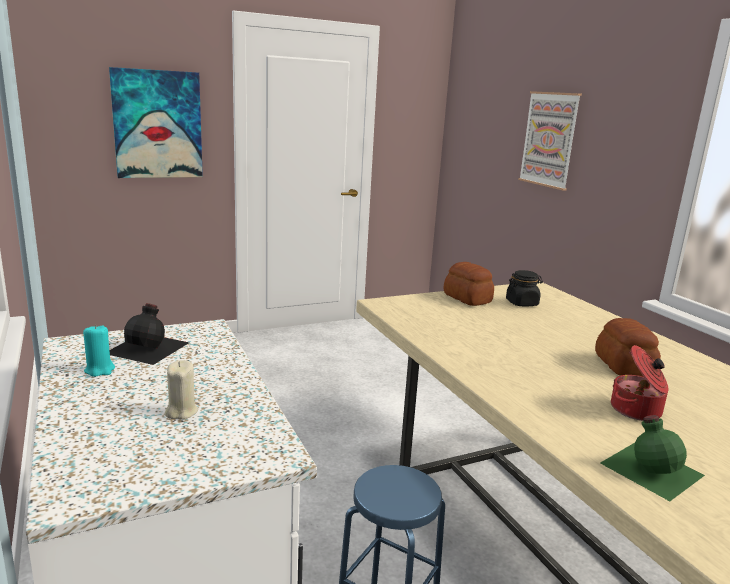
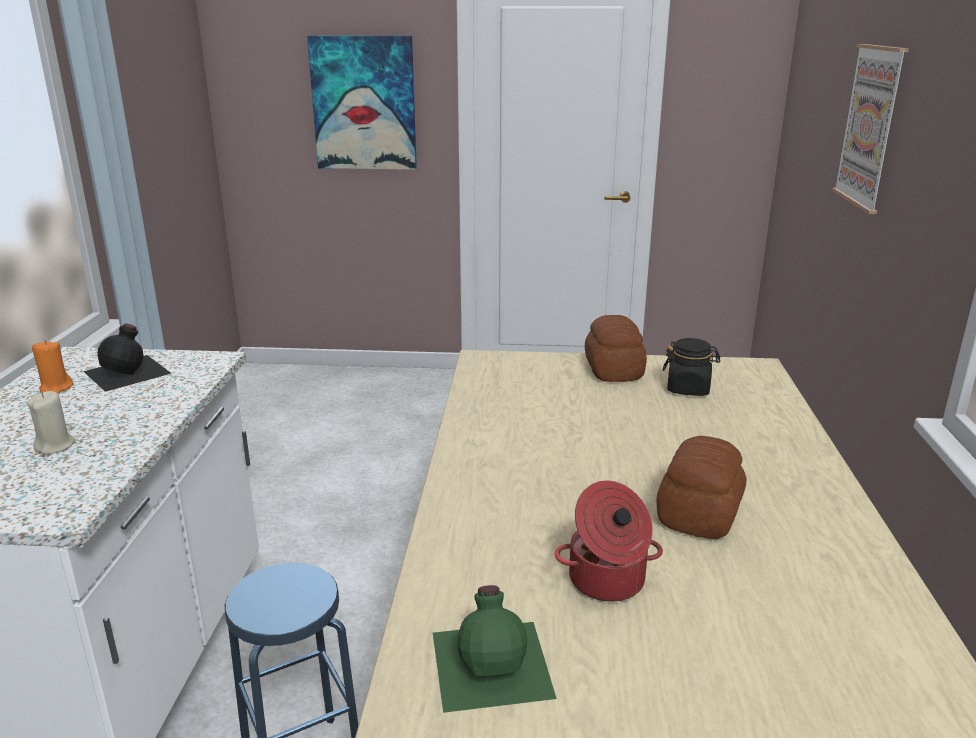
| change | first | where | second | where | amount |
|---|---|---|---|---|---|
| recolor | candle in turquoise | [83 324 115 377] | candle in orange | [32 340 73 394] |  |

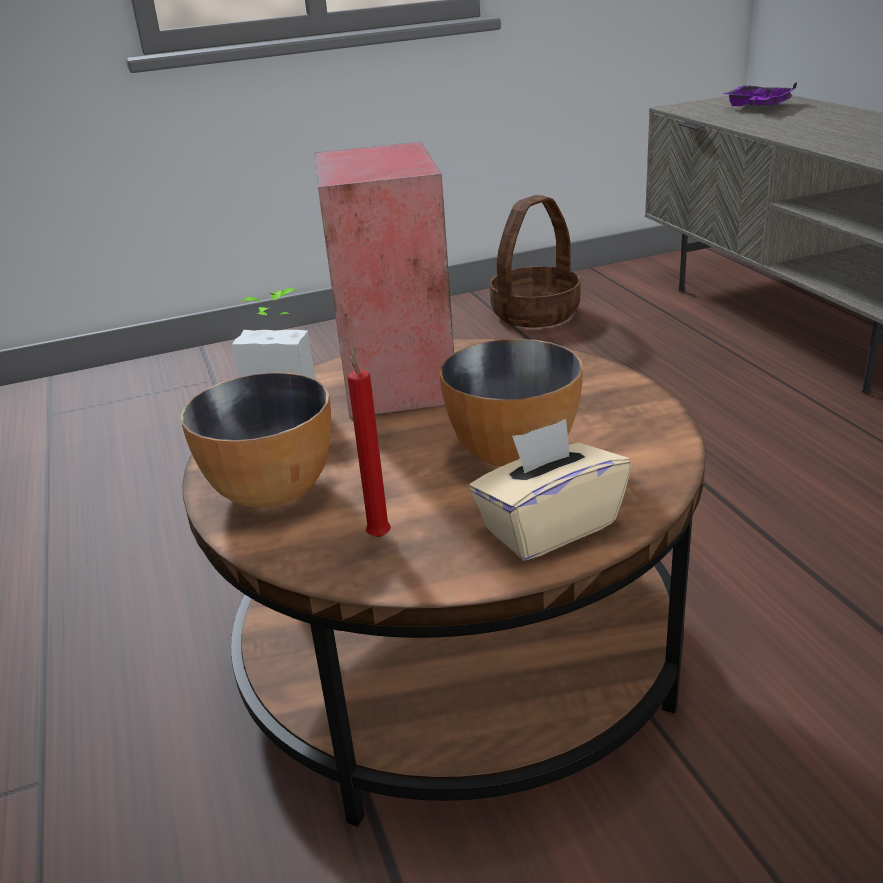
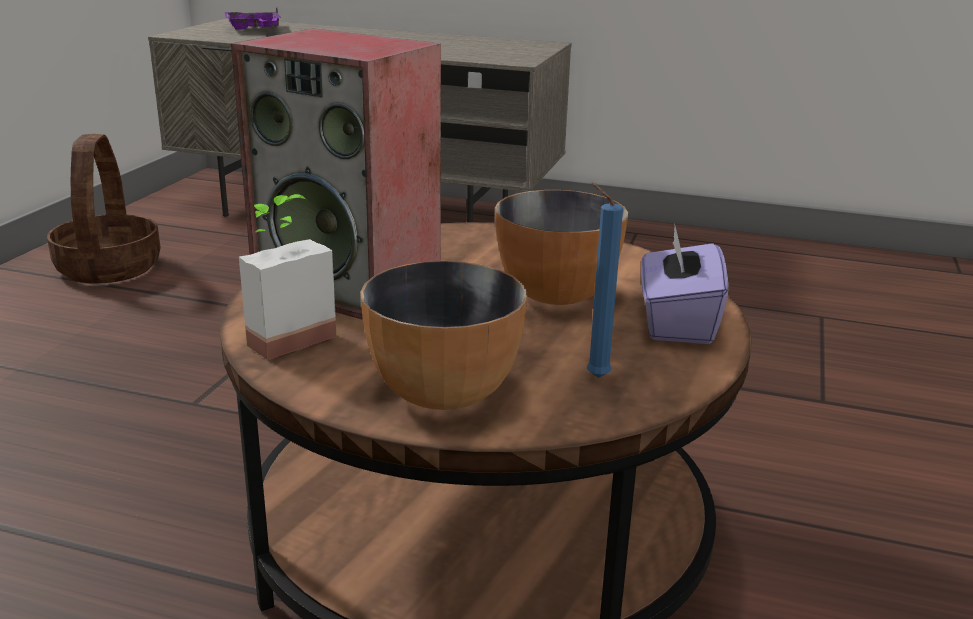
| change | first | where | second | where | amount |
|---|---|---|---|---|---|
| recolor | candle in red | [348 346 391 538] | candle in blue | [587 183 623 378] |  |
| recolor | tissue box in beige | [469 419 631 561] | tissue box in purple | [641 225 728 344] |  |

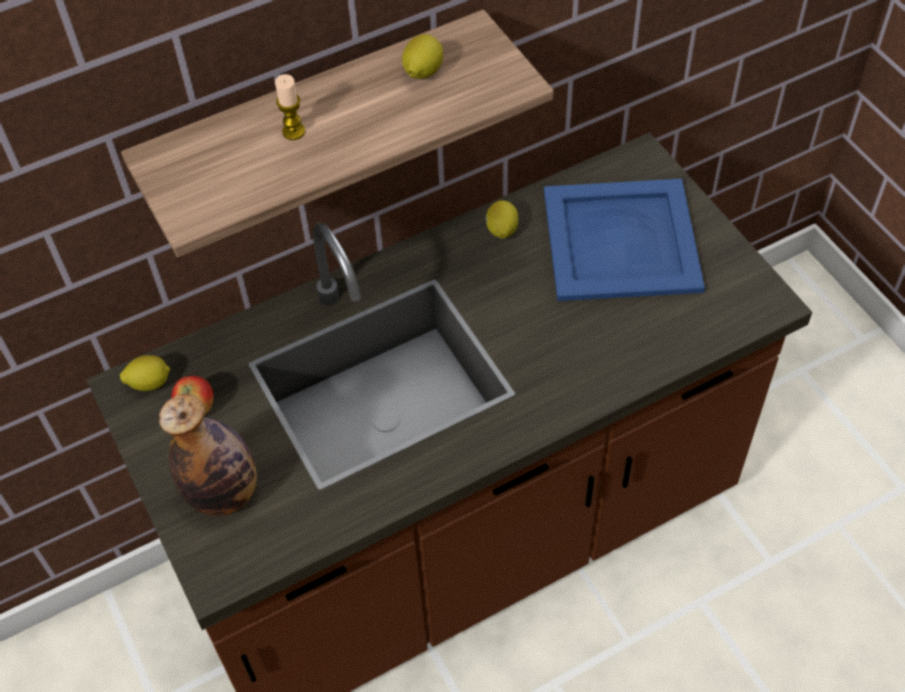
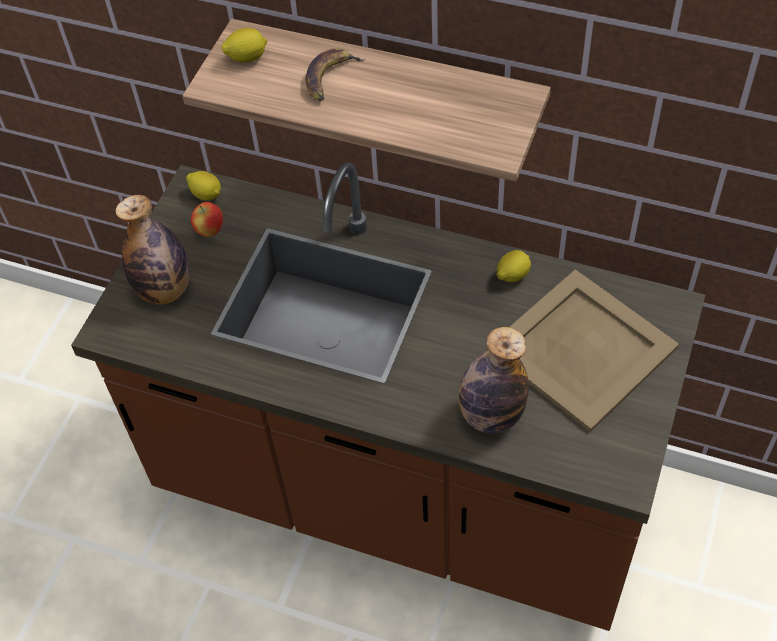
| change | first | where | second | where | amount |
|---|---|---|---|---|---|
| replace | candle | [275 74 305 140] | banana | [306 48 365 101] |  |
| move | lemon | [402 34 443 79] |  | [221 28 267 63] |  |
| recolor | tray in blue | [544 179 705 301] | tray in beige | [487 269 679 432] |  |
| insert |  |  | bottle | [459 327 529 433] |  |

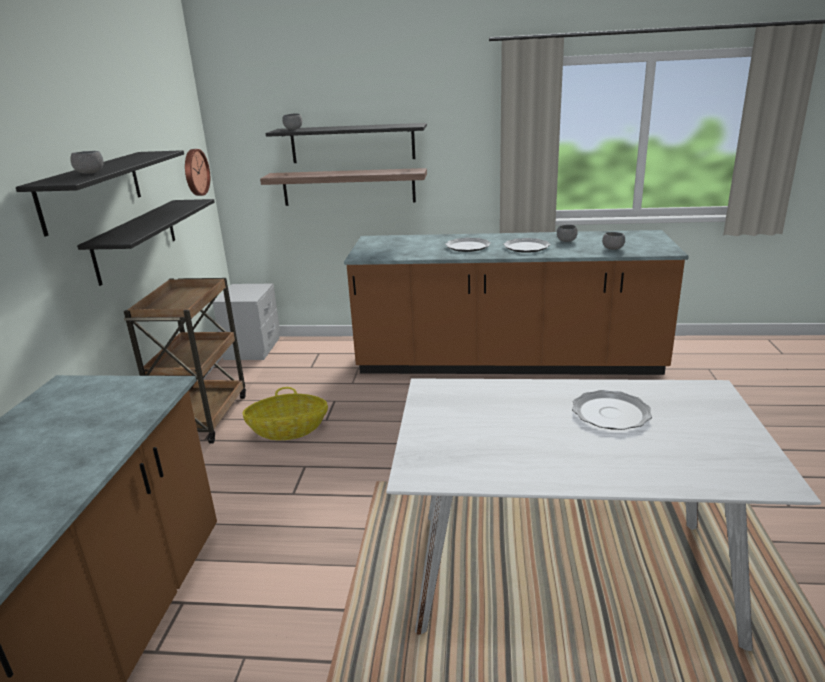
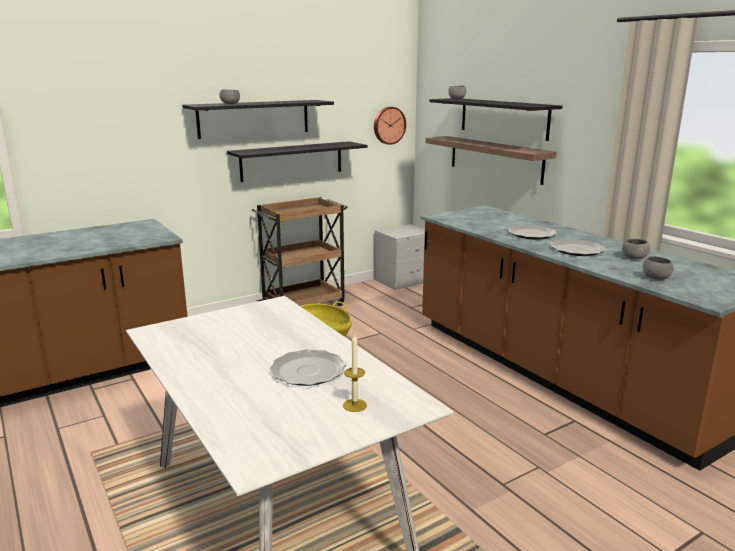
| change | first | where | second | where | amount |
|---|---|---|---|---|---|
| insert |  |  | candle | [343 334 367 412] |  |

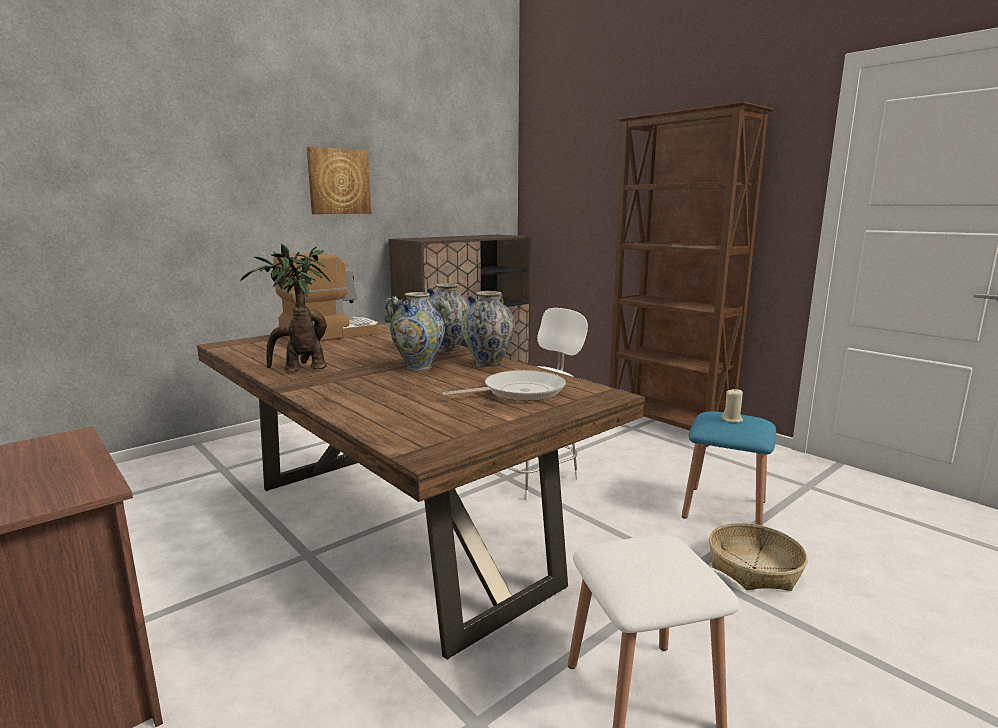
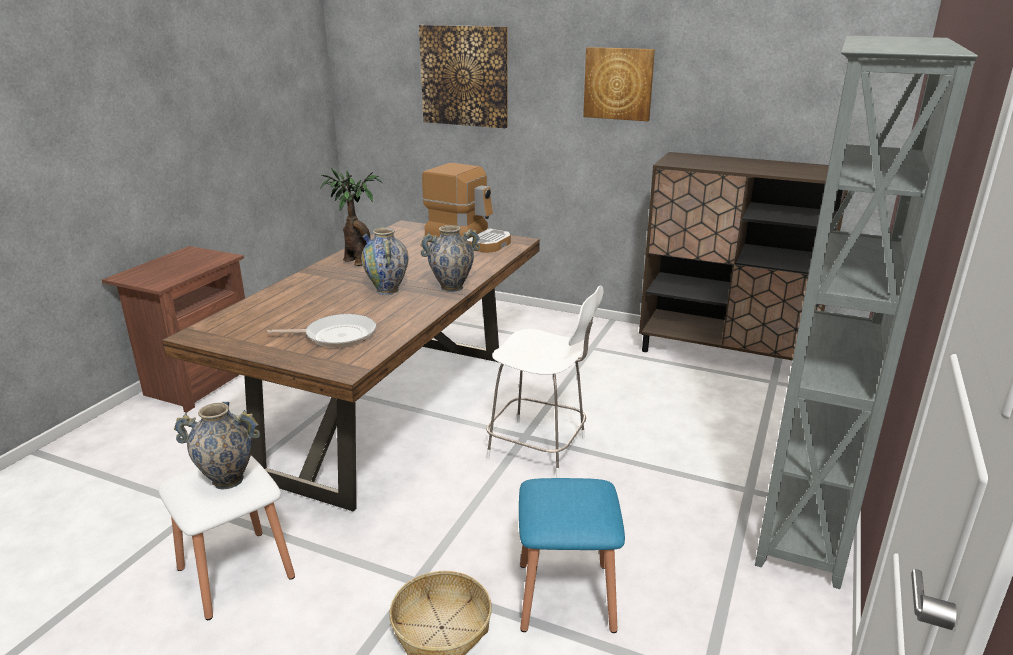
| change | first | where | second | where | amount |
|---|---|---|---|---|---|
| rotate | frying pan | [442 370 566 401] |  | [267 314 376 348] | 45 degrees counterclockwise |
| move | vase | [461 291 515 368] |  | [174 402 260 490] |  |
| recolor | bookcase in brown | [609 102 774 447] | bookcase in grey | [755 36 978 589] |  |
| delete | candle in beige | [721 388 743 423] |  |  |  |
| insert |  |  | picture | [419 25 508 128] |  |

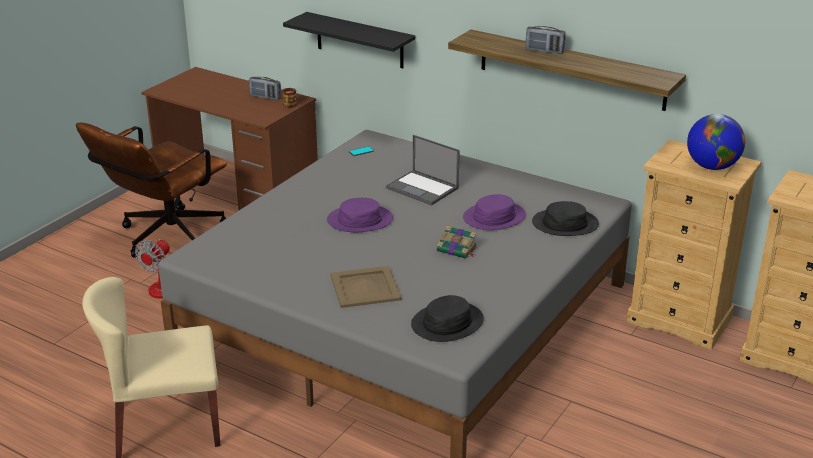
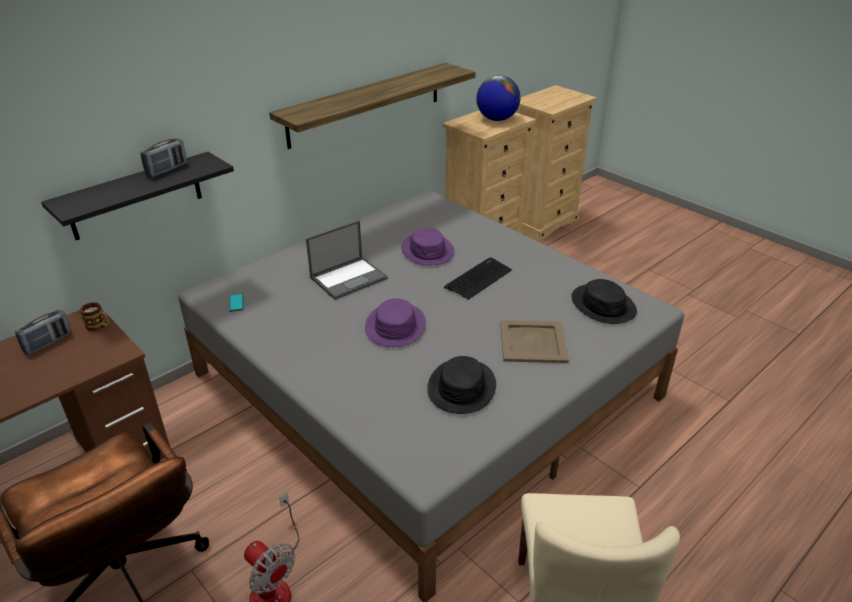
| change | first | where | second | where | amount |
|---|---|---|---|---|---|
| replace | book | [437 226 477 259] | keyboard | [444 257 512 300] |  |
| move | radio | [525 26 566 54] |  | [140 138 187 177] |  |
| move | hat in black | [532 201 599 236] |  | [427 356 496 414] |  |

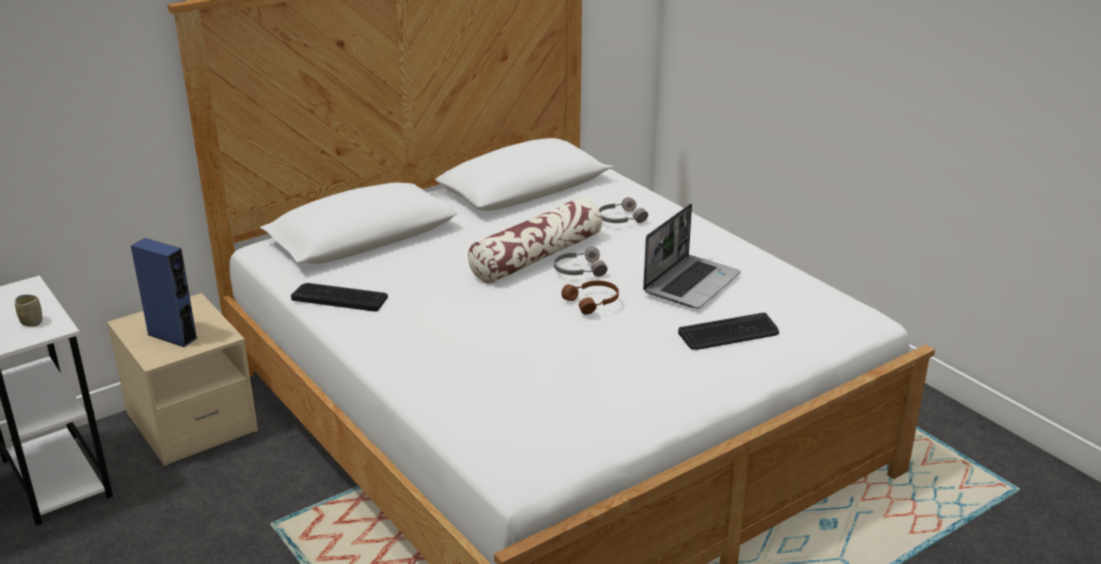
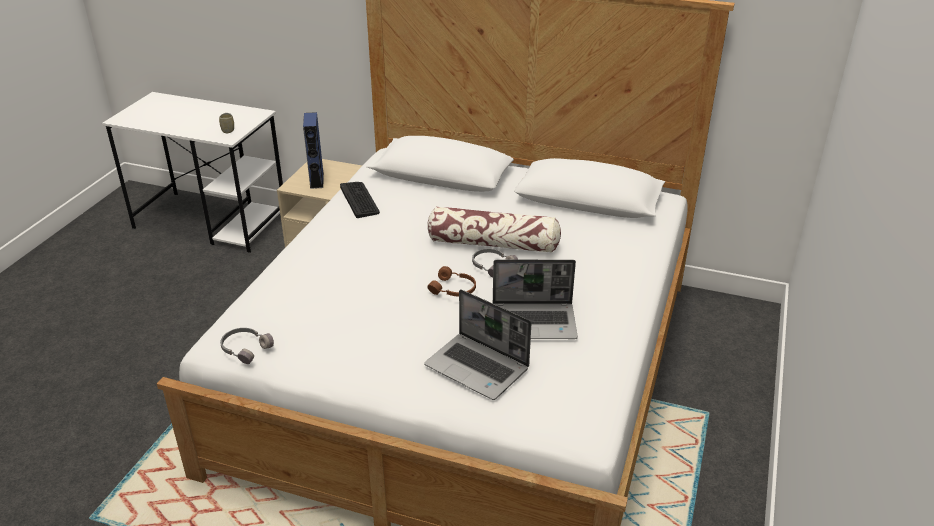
| change | first | where | second | where | amount |
|---|---|---|---|---|---|
| move | headphones in grey | [598 197 648 223] |  | [220 328 274 364] |  |
| replace | keyboard | [678 313 779 350] | laptop | [424 289 531 400] |  |

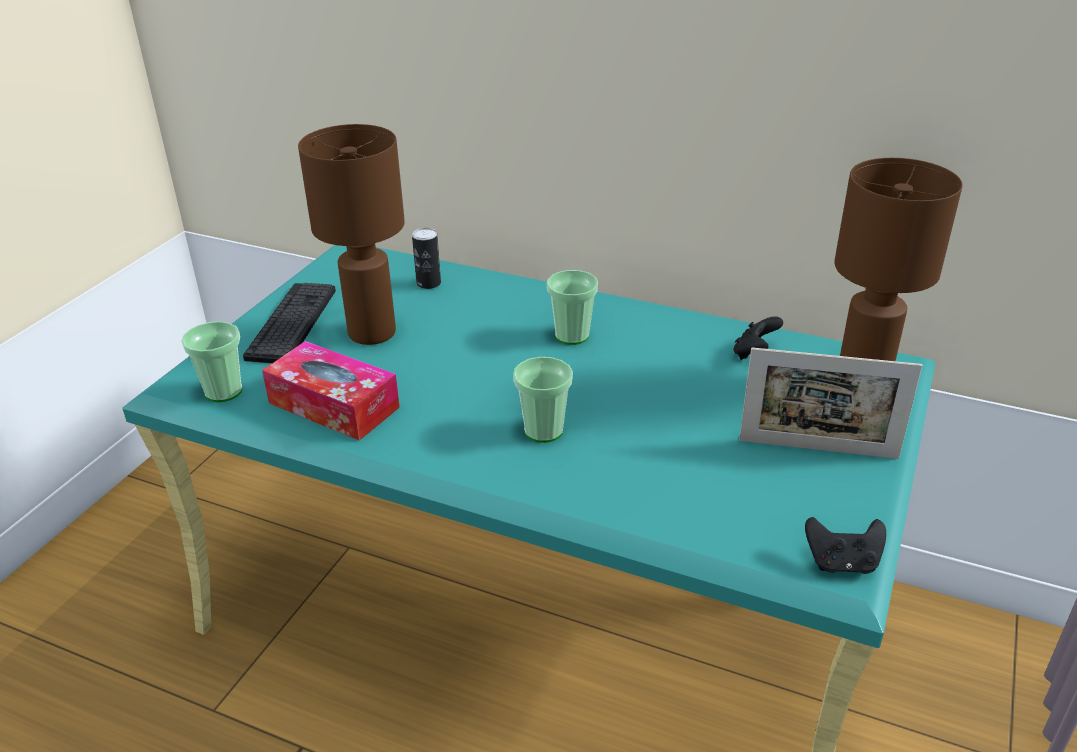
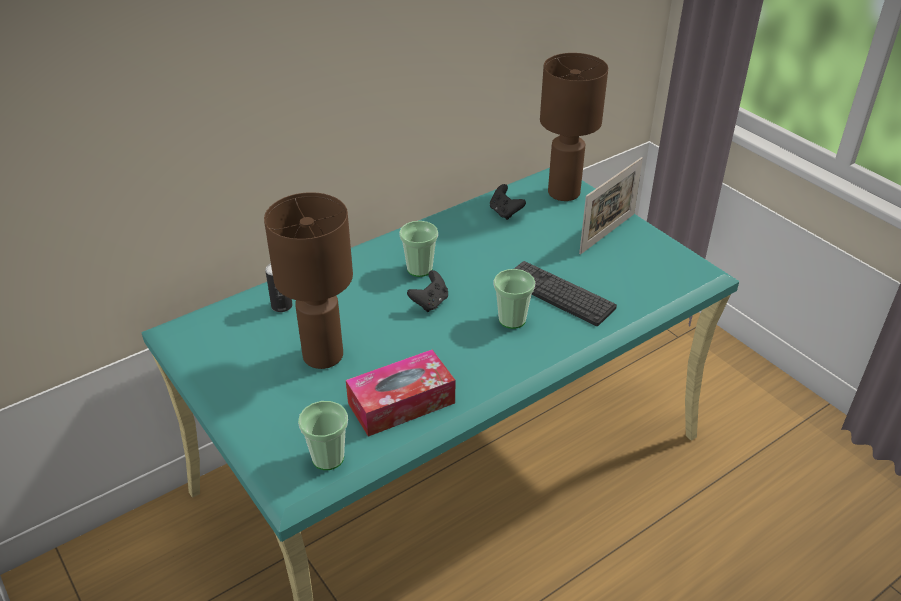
| change | first | where | second | where | amount |
|---|---|---|---|---|---|
| move | keyboard | [243 283 336 363] |  | [514 261 617 326] |  |
| move | game controller in black | [805 517 886 574] |  | [407 270 448 312] |  |

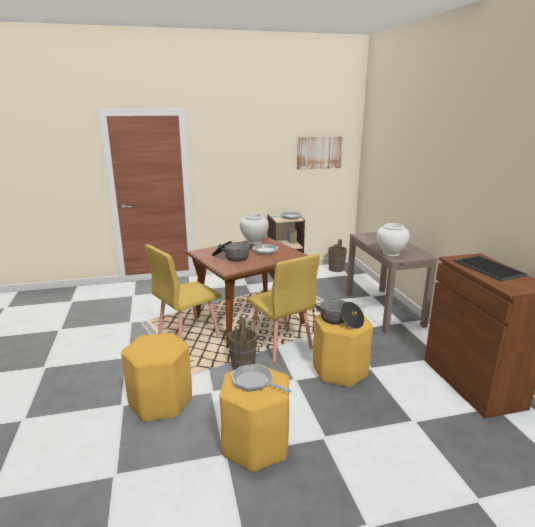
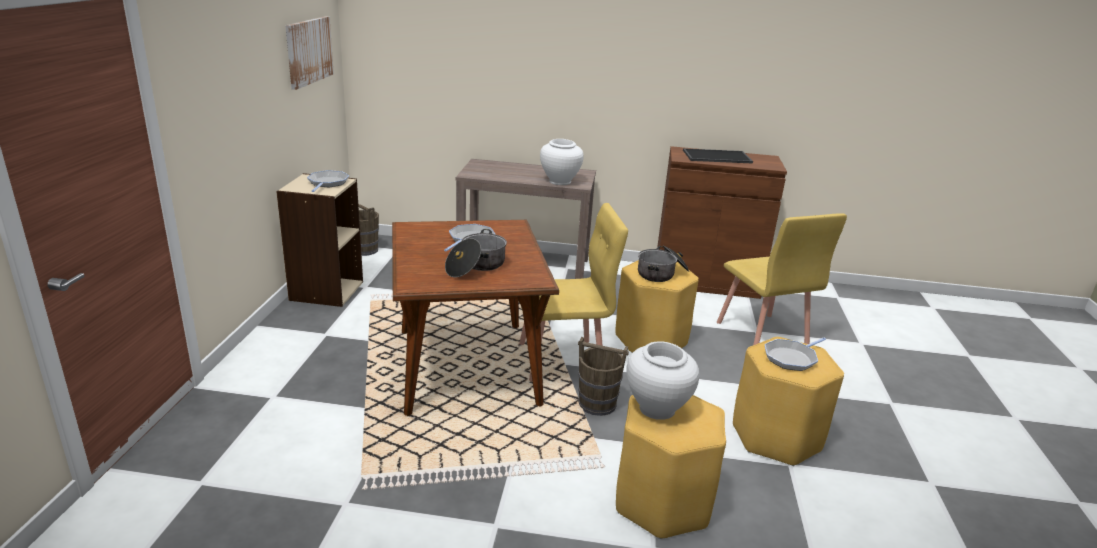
| change | first | where | second | where | amount |
|---|---|---|---|---|---|
| move | chair in yellow | [145 244 222 339] |  | [717 213 847 345] |  |
| move | vase in white | [240 213 269 244] |  | [626 341 700 420] |  |

